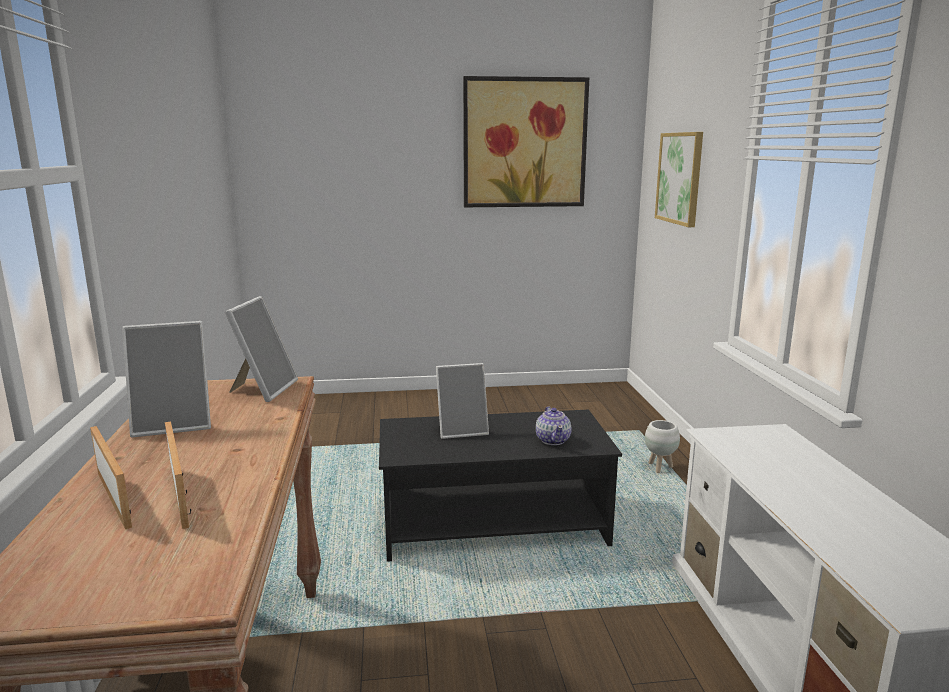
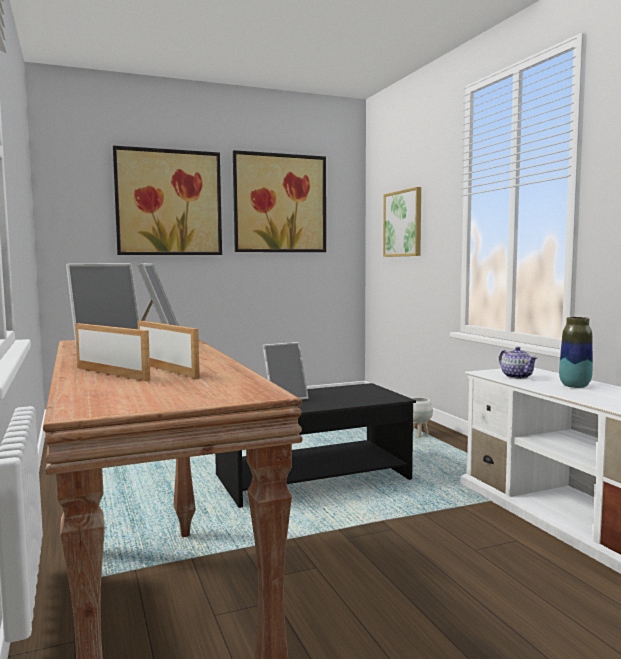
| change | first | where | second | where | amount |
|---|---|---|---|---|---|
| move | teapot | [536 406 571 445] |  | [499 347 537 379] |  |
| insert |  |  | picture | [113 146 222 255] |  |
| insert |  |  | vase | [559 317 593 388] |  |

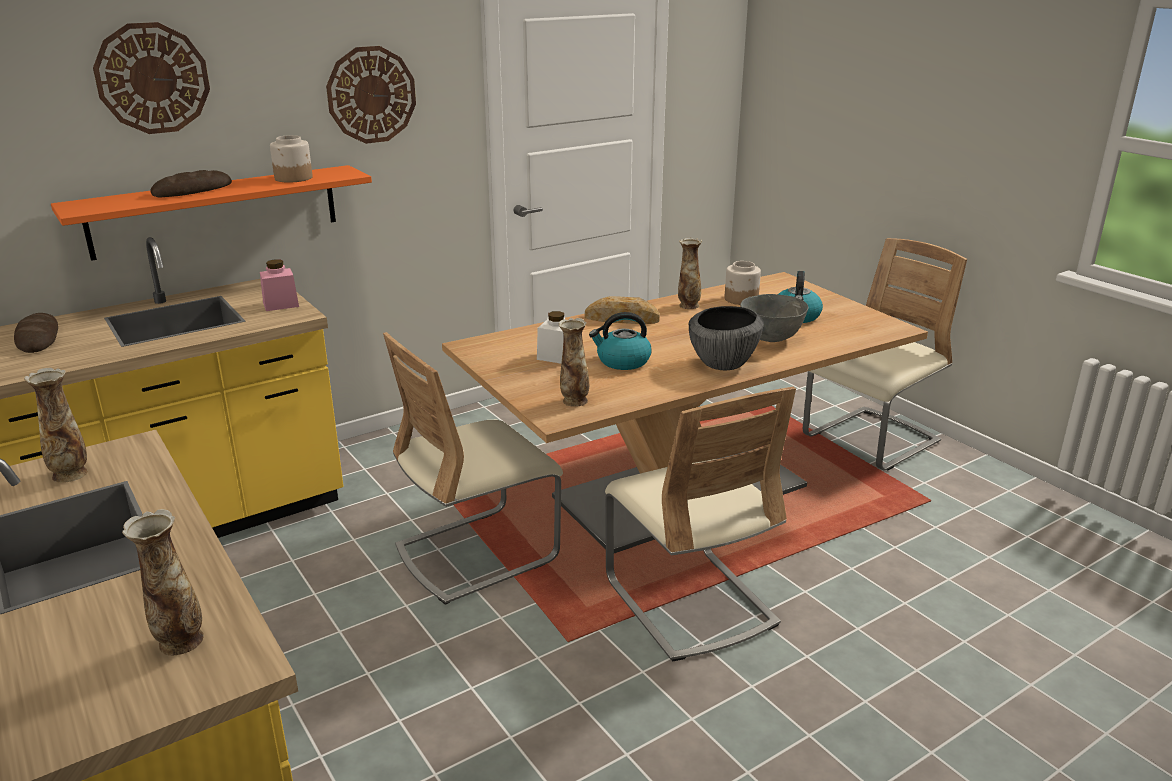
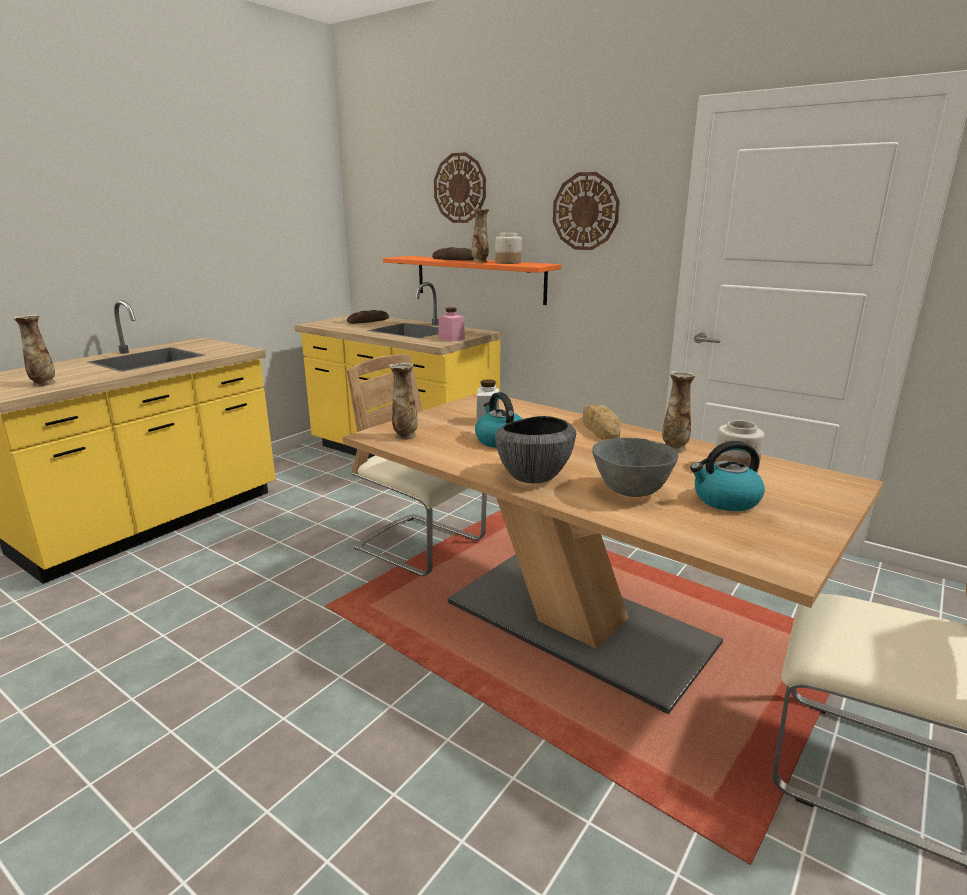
| change | first | where | second | where | amount |
|---|---|---|---|---|---|
| move | vase | [24 368 88 483] |  | [471 209 489 263] |  |
| delete | chair in beige | [605 387 796 662] |  |  |  |

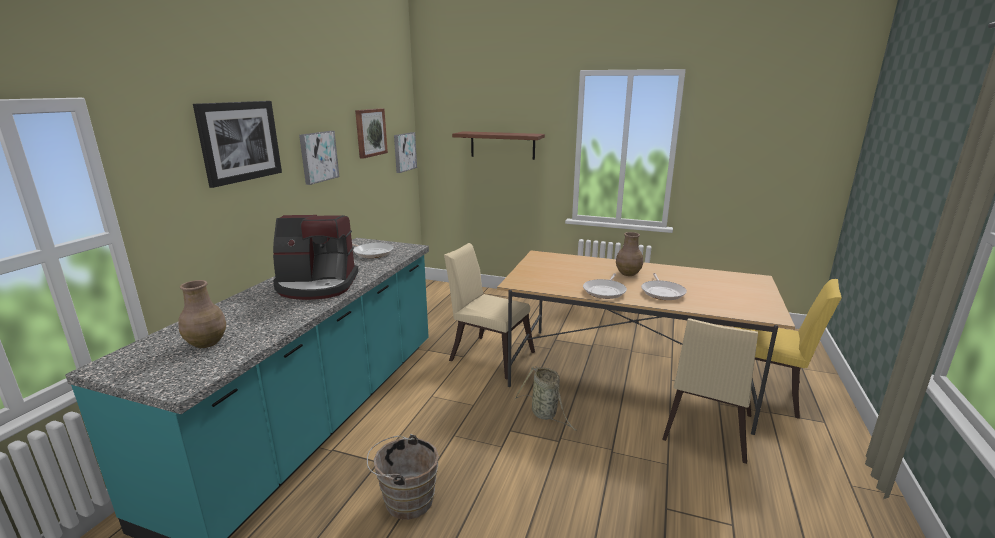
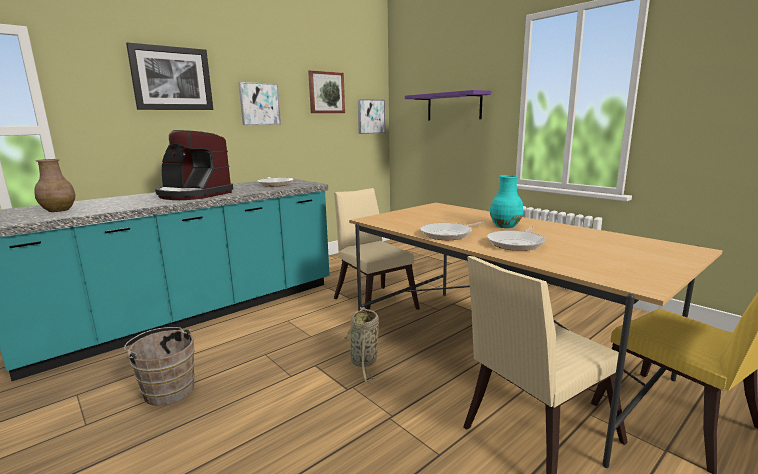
| change | first | where | second | where | amount |
|---|---|---|---|---|---|
| recolor | shelf in brown | [452 131 545 160] | shelf in purple | [405 90 491 120] |  |
| recolor | vase in brown | [616 232 643 276] | vase in turquoise | [490 175 523 228] |  |

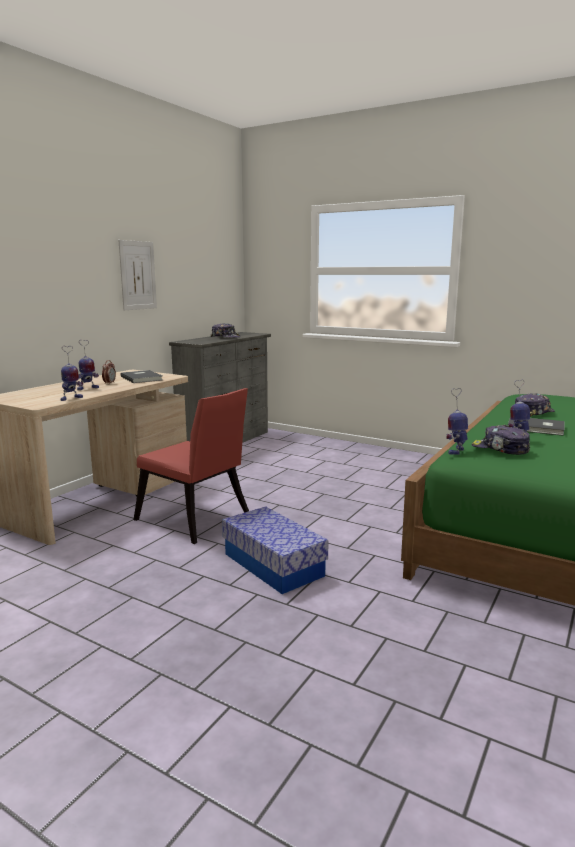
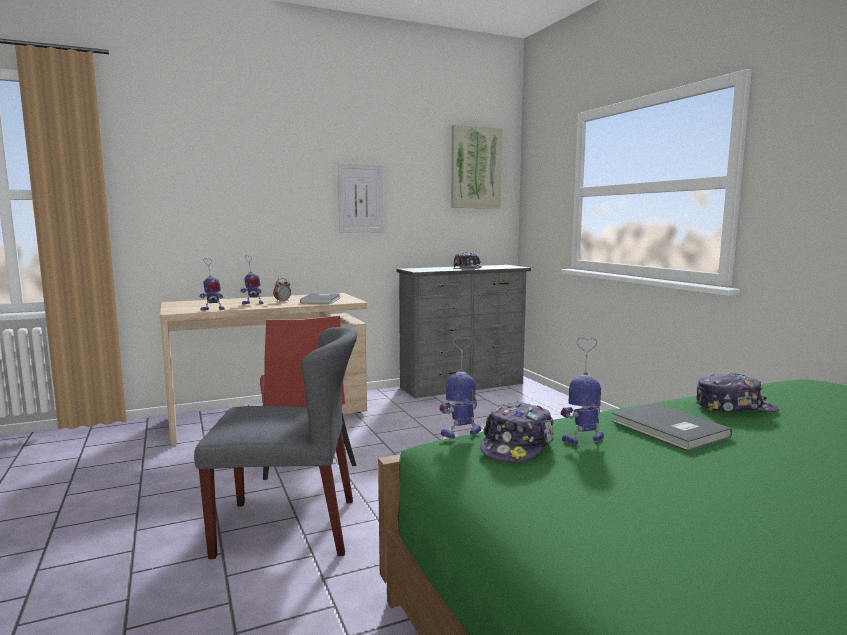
| change | first | where | second | where | amount |
|---|---|---|---|---|---|
| replace | storage box | [222 506 329 594] | chair in grey | [194 327 357 559] |  |
| rotate | cap | [472 425 530 455] |  | [480 401 554 462] | 135 degrees counterclockwise |
| insert |  |  | picture | [451 125 502 208] |  |

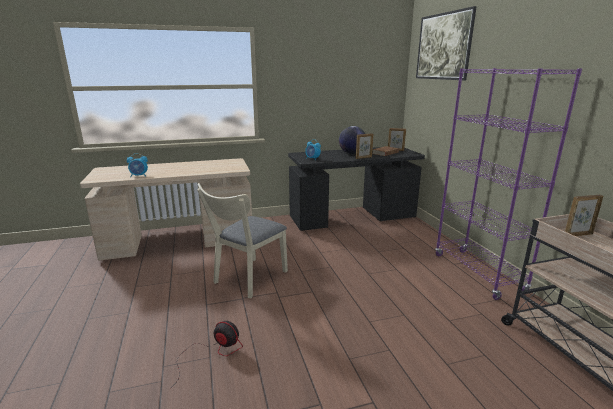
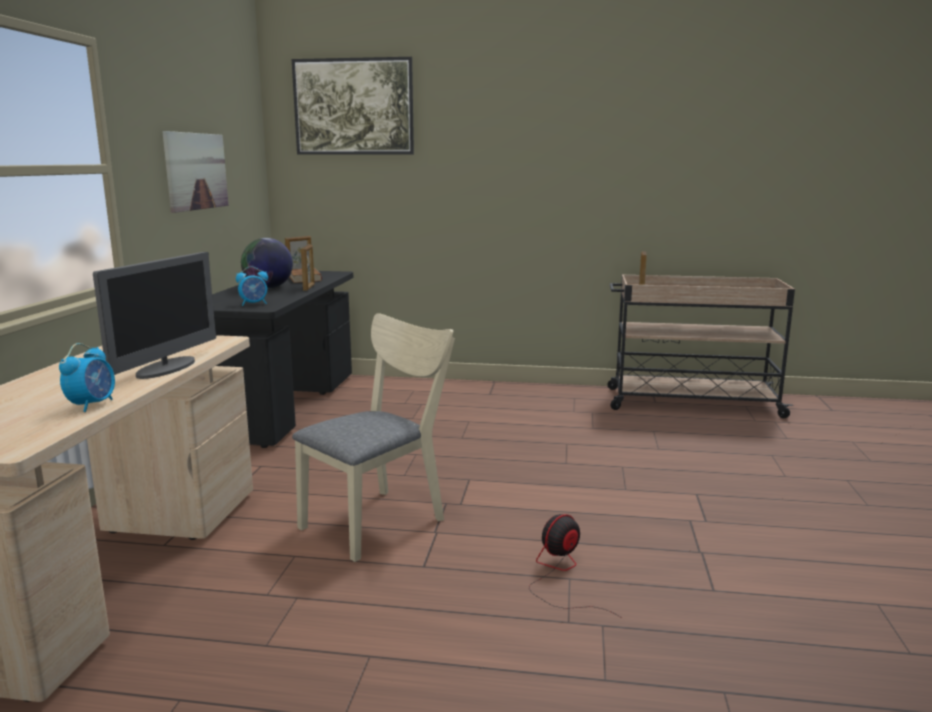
| change | first | where | second | where | amount |
|---|---|---|---|---|---|
| rotate | chair in beige | [197 183 288 298] |  | [292 313 455 562] | 105 degrees counterclockwise |
| delete | bookcase in purple | [435 68 582 300] |  |  |  |
| insert |  |  | monitor | [93 252 216 379] |  |
| insert |  |  | picture | [162 131 228 213] |  |

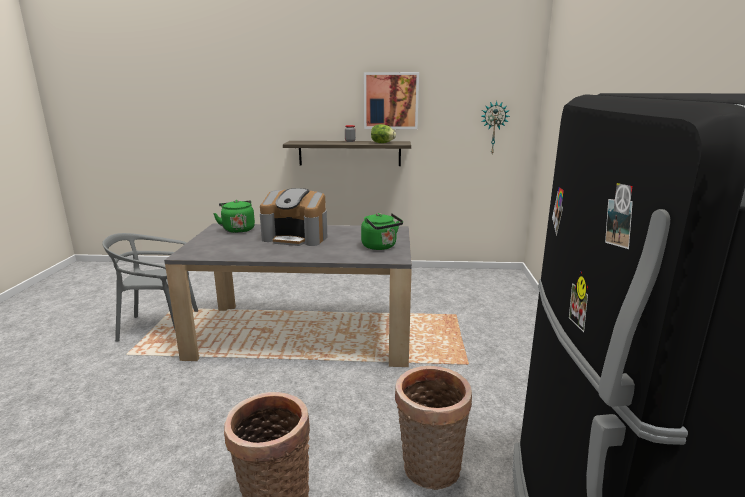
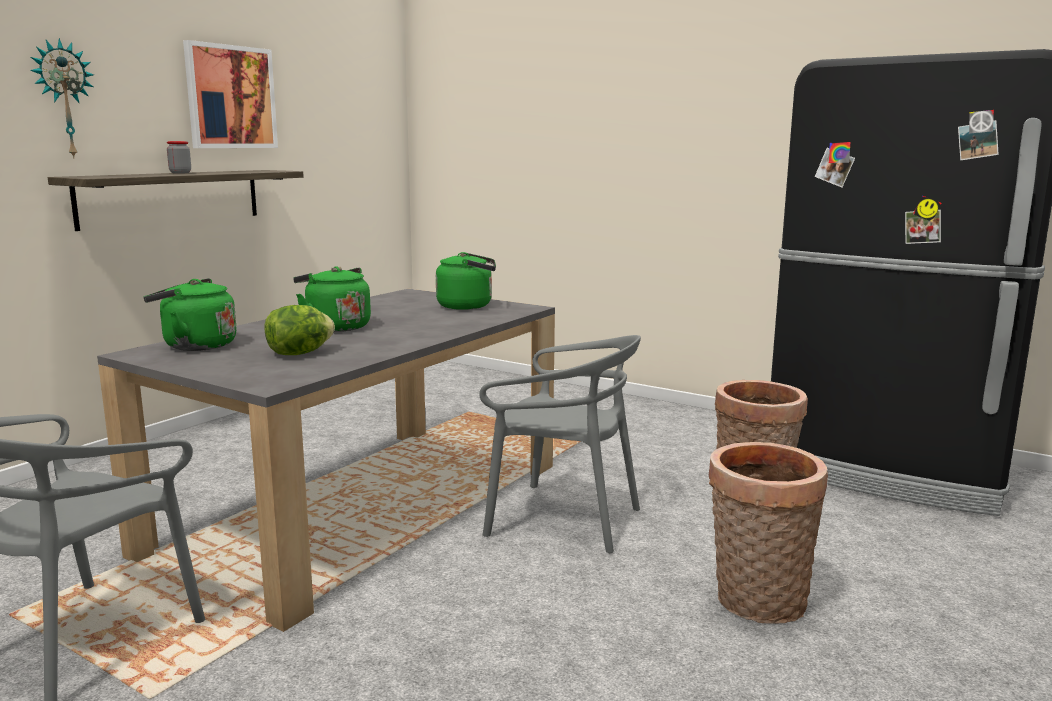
| change | first | where | second | where | amount |
|---|---|---|---|---|---|
| replace | coffee machine | [260 188 327 246] | kettle in green | [293 266 371 332] |  |
| move | lettuce | [371 124 396 143] |  | [265 305 335 355] |  |
| move | wall clock | [481 101 510 154] |  | [30 38 94 158] |  |
| insert |  |  | chair in grey | [479 335 641 553] |  |

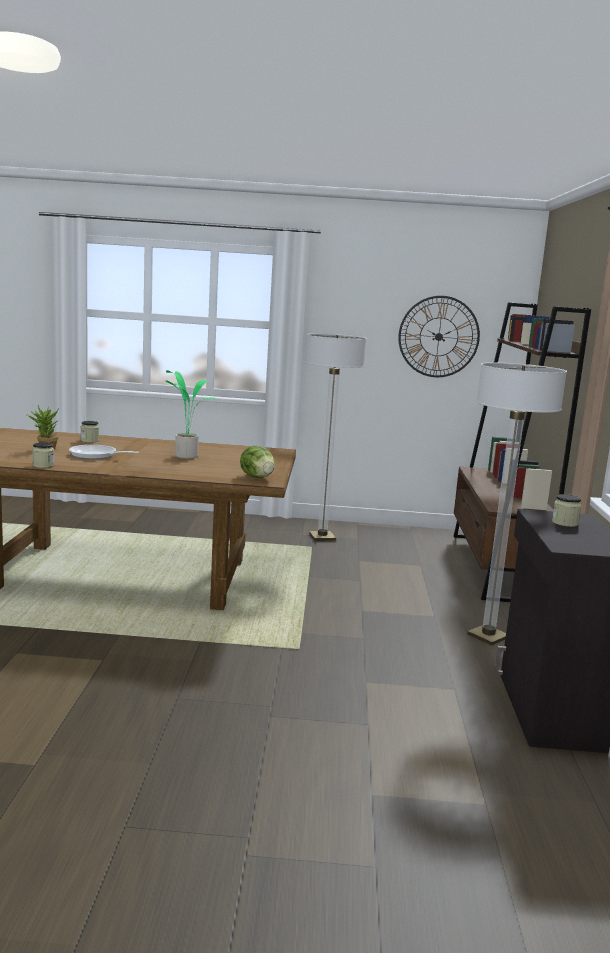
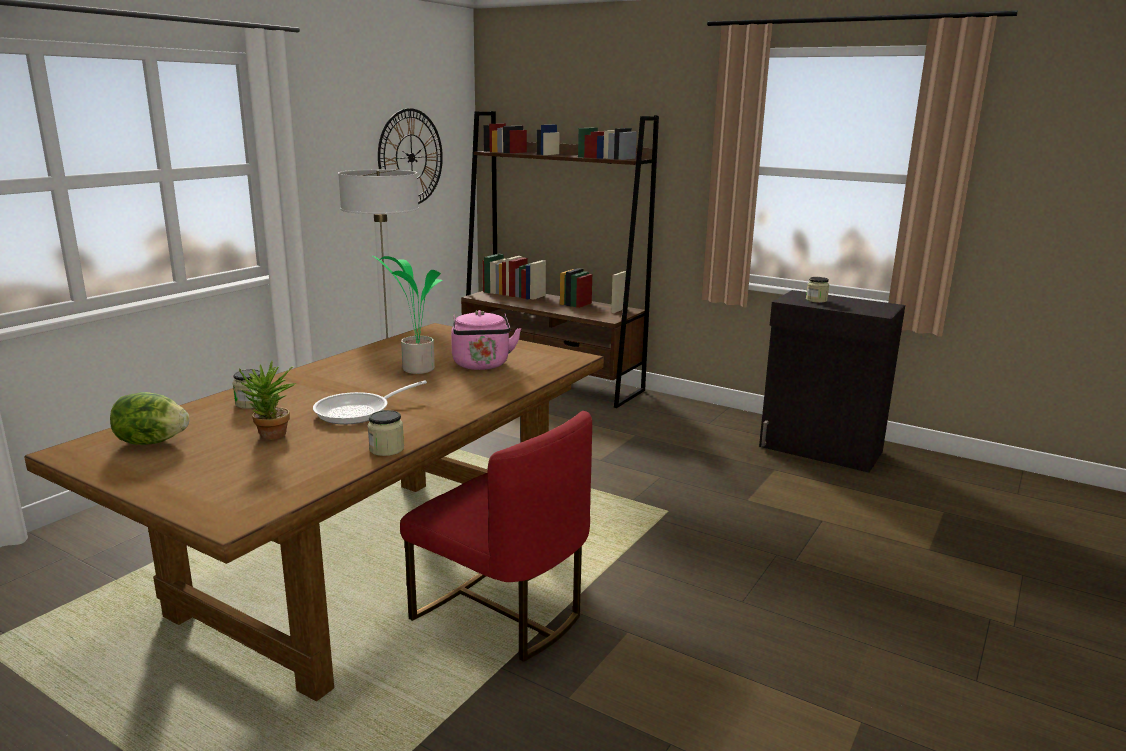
| change | first | where | second | where | amount |
|---|---|---|---|---|---|
| move | lettuce | [240 446 275 478] |  | [110 392 189 445] |  |
| delete | floor lamp | [467 362 567 645] |  |  |  |
| insert |  |  | chair in red | [400 411 592 662] |  |
| insert |  |  | kettle in pink | [451 310 521 370] |  |

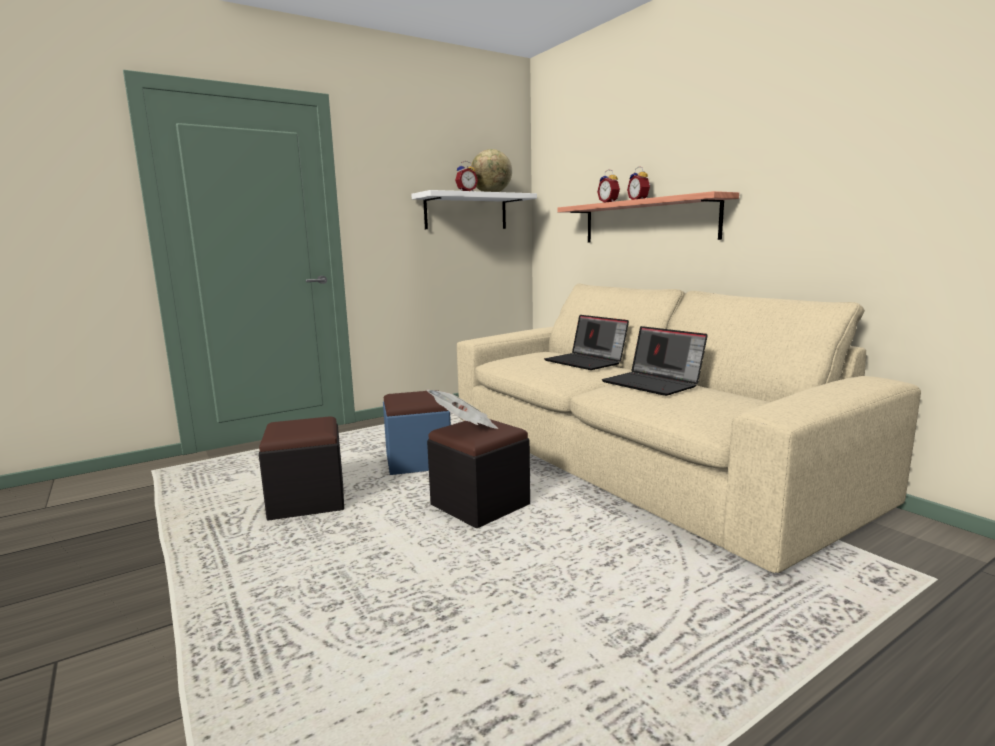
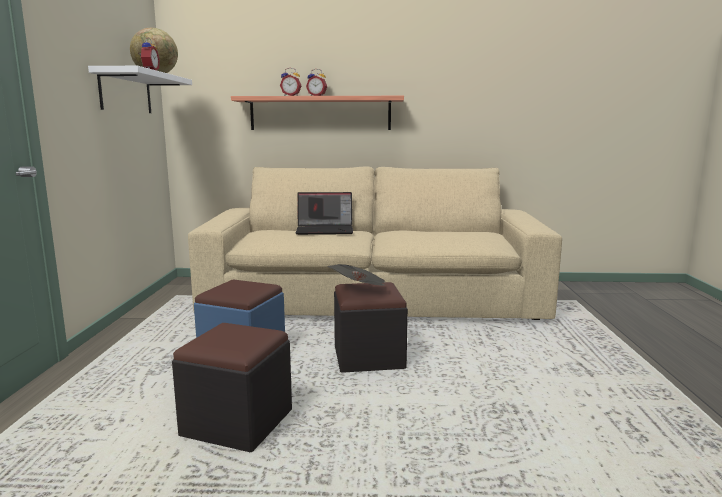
| change | first | where | second | where | amount |
|---|---|---|---|---|---|
| delete | laptop | [602 326 708 396] |  |  |  |

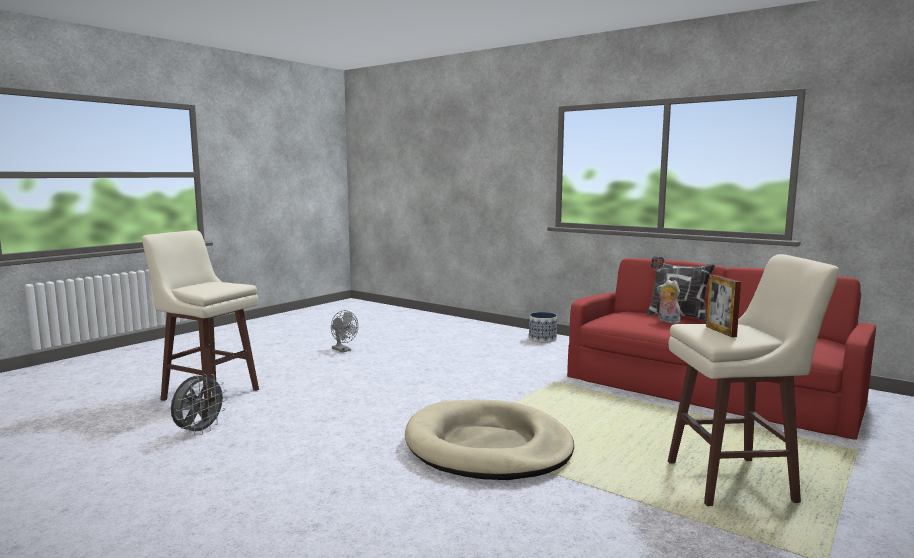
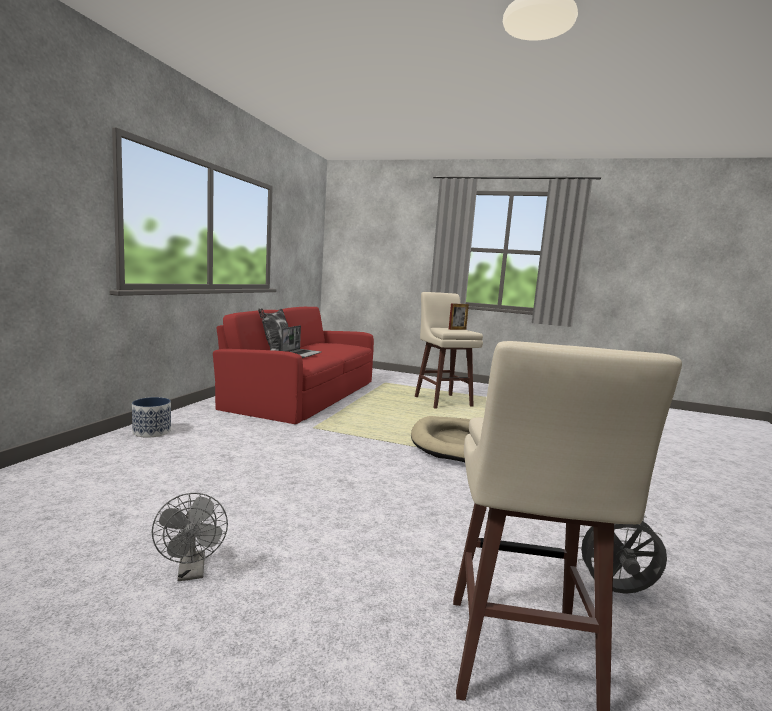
| change | first | where | second | where | amount |
|---|---|---|---|---|---|
| rotate | fan in grey | [331 310 358 353] |  | [152 493 228 581] | 135 degrees clockwise |
| replace | plush toy | [657 280 682 324] | laptop | [281 325 321 358] |  |

